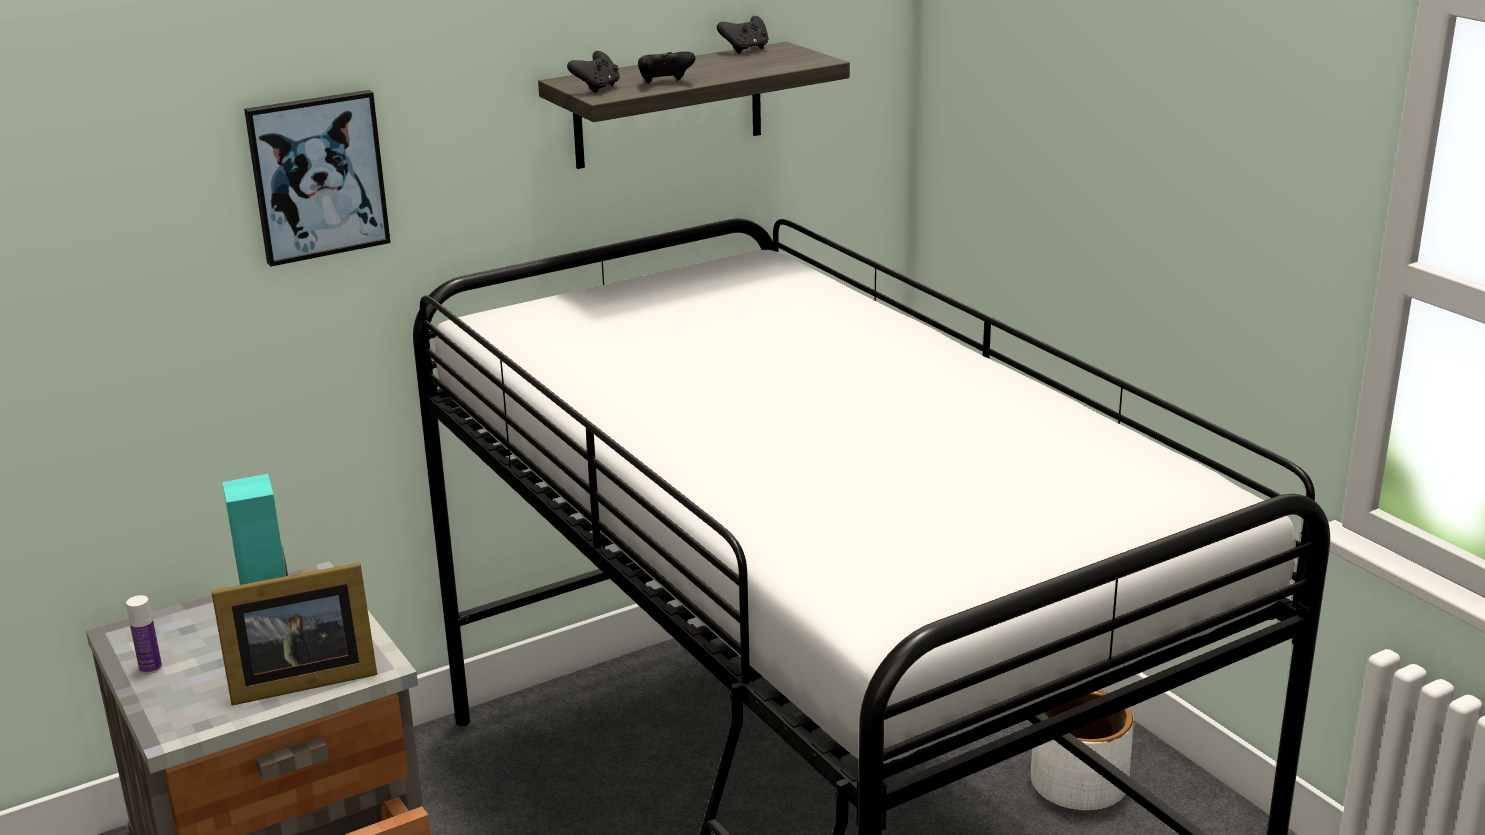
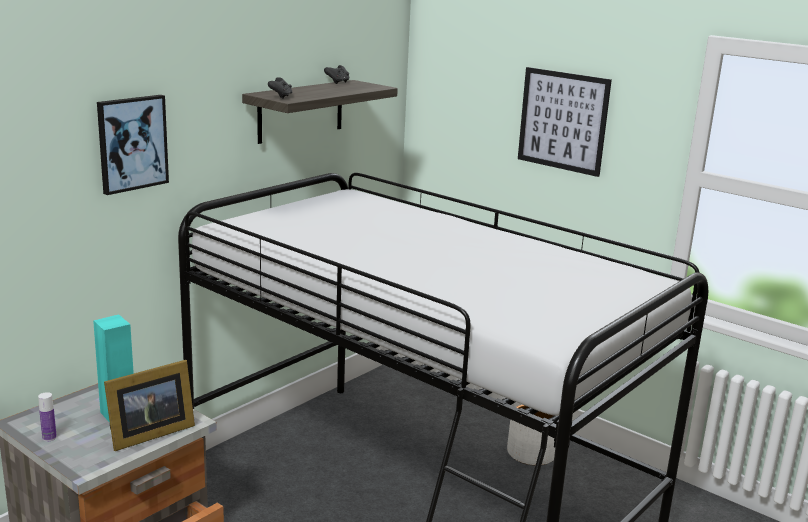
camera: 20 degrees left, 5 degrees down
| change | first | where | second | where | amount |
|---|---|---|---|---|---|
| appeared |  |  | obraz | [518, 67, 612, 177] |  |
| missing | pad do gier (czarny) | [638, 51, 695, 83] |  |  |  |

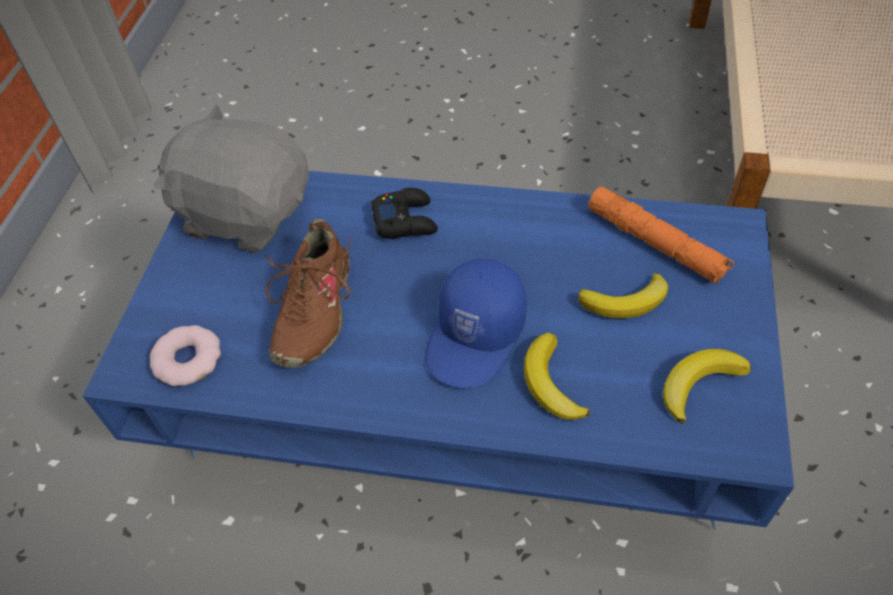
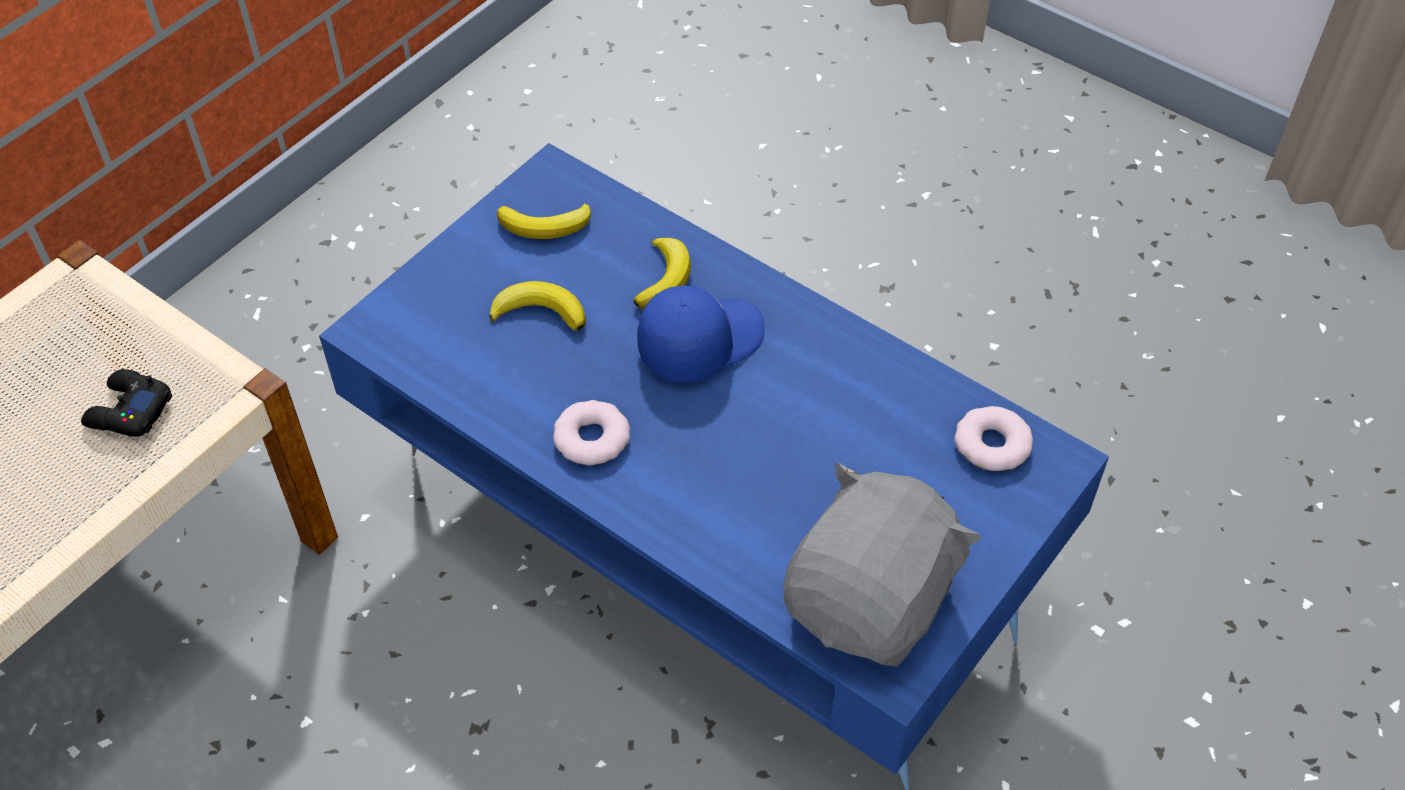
camera: 155 degrees left, 0 degrees up
| change | first | where | second | where | amount |
|---|---|---|---|---|---|
| relocated | pad do gier (czarny) | [371, 188, 438, 239] |  | [81, 369, 172, 437] |  |
| appeared |  |  | donut | [553, 400, 630, 465] |  |
| spun | pluszak (szary) | [154, 104, 309, 253] |  | [784, 463, 981, 667] | 105 degrees counterclockwise |
| missing | but (brązowy) | [265, 219, 352, 368] |  |  |  |
| missing | latarka (pomarańczowy) | [588, 187, 734, 285] |  |  |  |

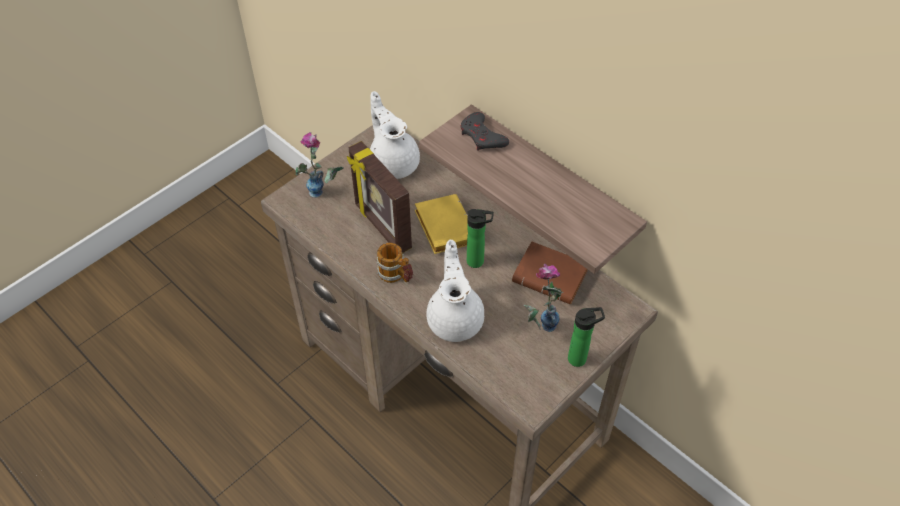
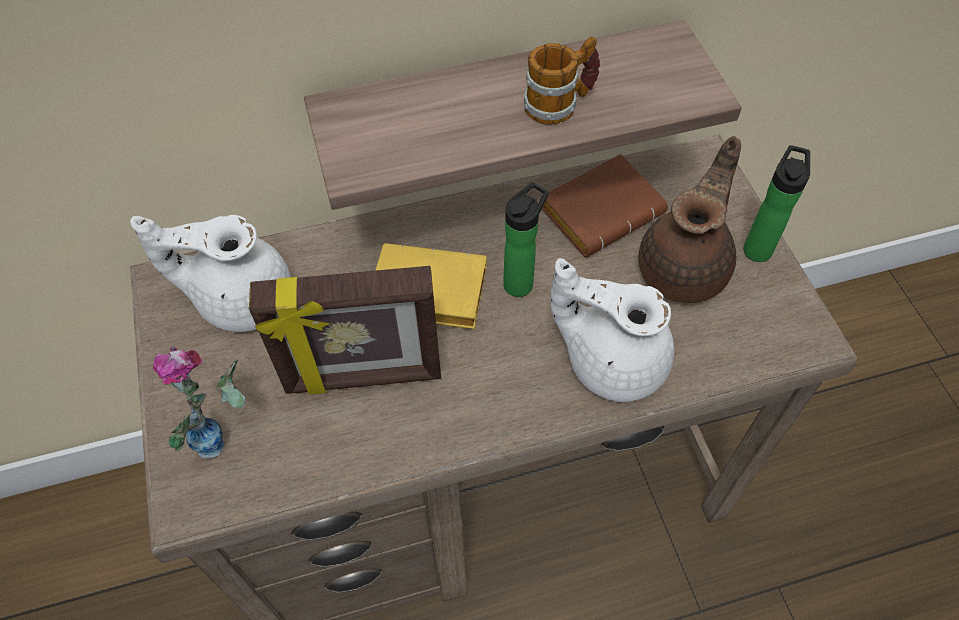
camera: 60 degrees left, 5 degrees up
| change | first | where | second | where | amount |
|---|---|---|---|---|---|
| relocated | kubek | [377, 243, 413, 283] |  | [524, 36, 600, 125] |  |
| exchanged | wazon | [524, 264, 564, 332] | imbryk (brązowy) | [639, 136, 741, 303] |  |
| missing | pad do gier (szary) | [460, 112, 509, 151] |  |  |  |

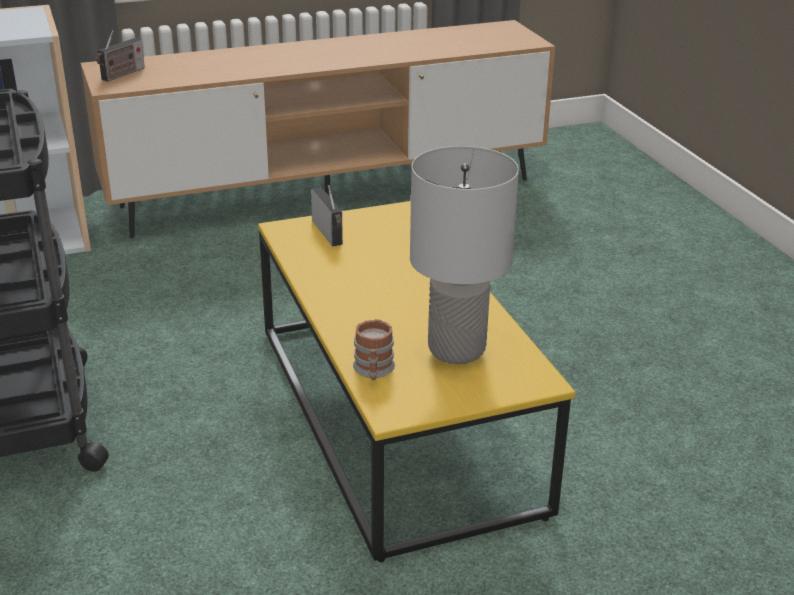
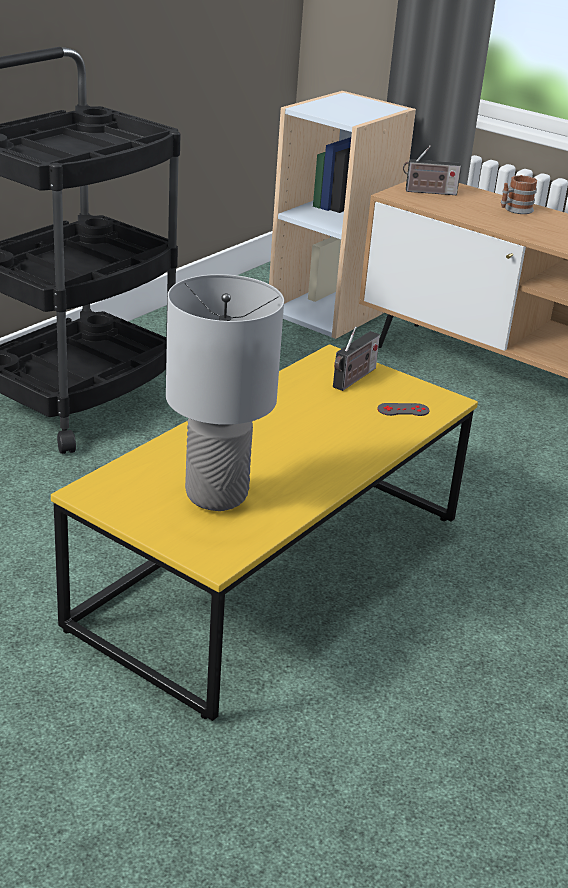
camera: 55 degrees right, 0 degrees up
| change | first | where | second | where | amount |
|---|---|---|---|---|---|
| appeared |  |  | pad do gier (szary) | [377, 403, 430, 416] |  |
| relocated | kubek | [353, 319, 395, 380] |  | [501, 175, 537, 214] |  |

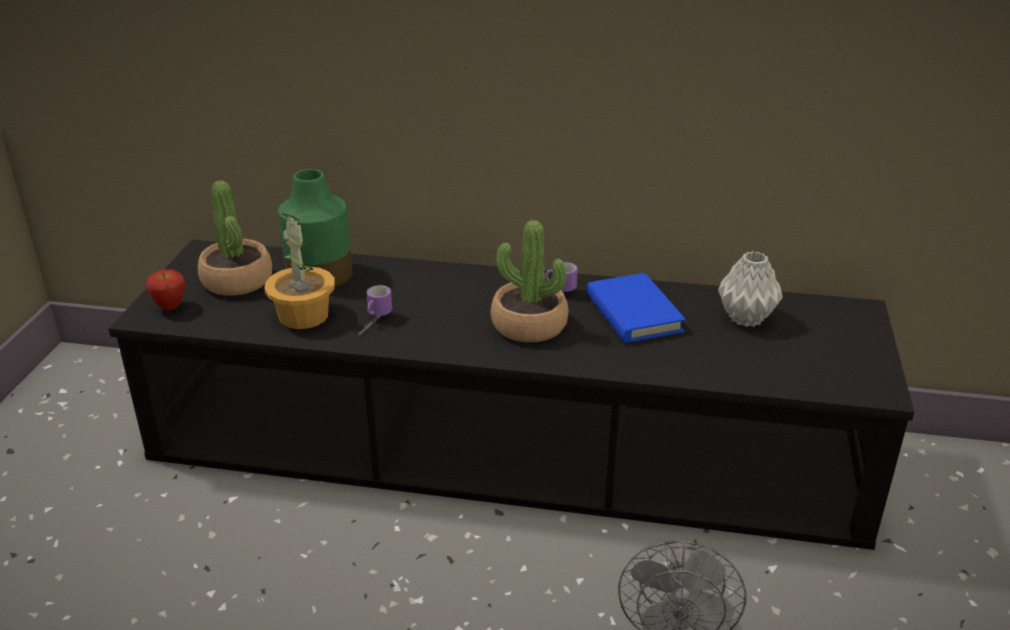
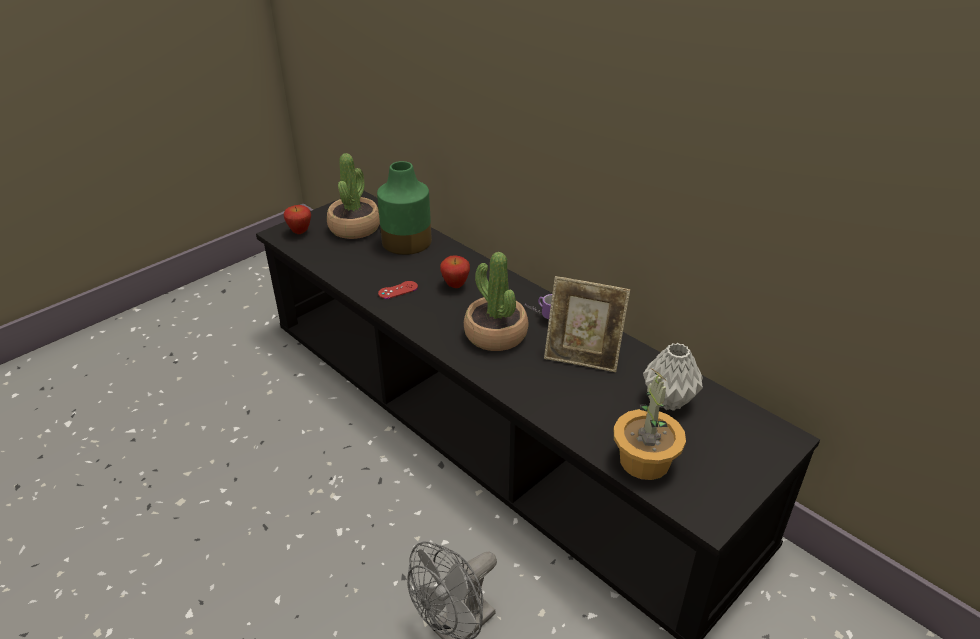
camera: 35 degrees right, 5 degrees up
| change | first | where | second | where | amount |
|---|---|---|---|---|---|
| exchanged | kubek | [360, 285, 392, 335] | pad do gier (czerwony) | [378, 281, 418, 299] |  |
| appeared |  |  | jabłko | [440, 255, 470, 288] |  |
| exchanged | książka (niebieski) | [586, 273, 686, 343] | ramka na zdjęcie | [544, 276, 630, 372] |  |
| relocated | roślina doniczkowa | [264, 213, 335, 329] |  | [614, 369, 686, 480] |  |

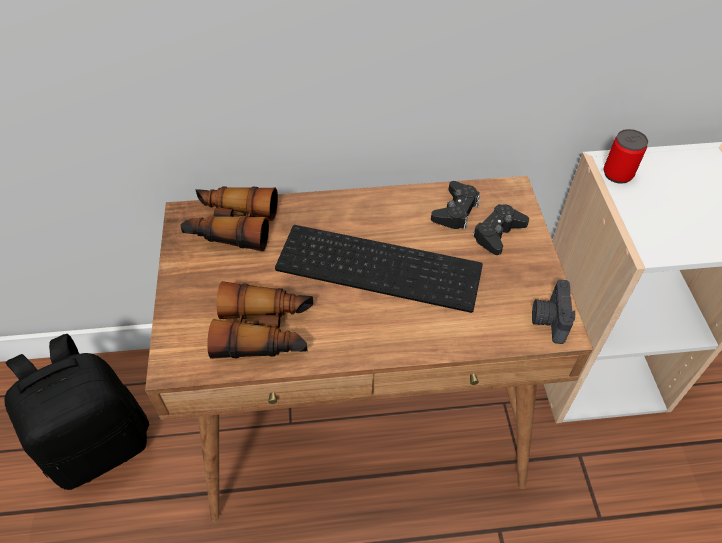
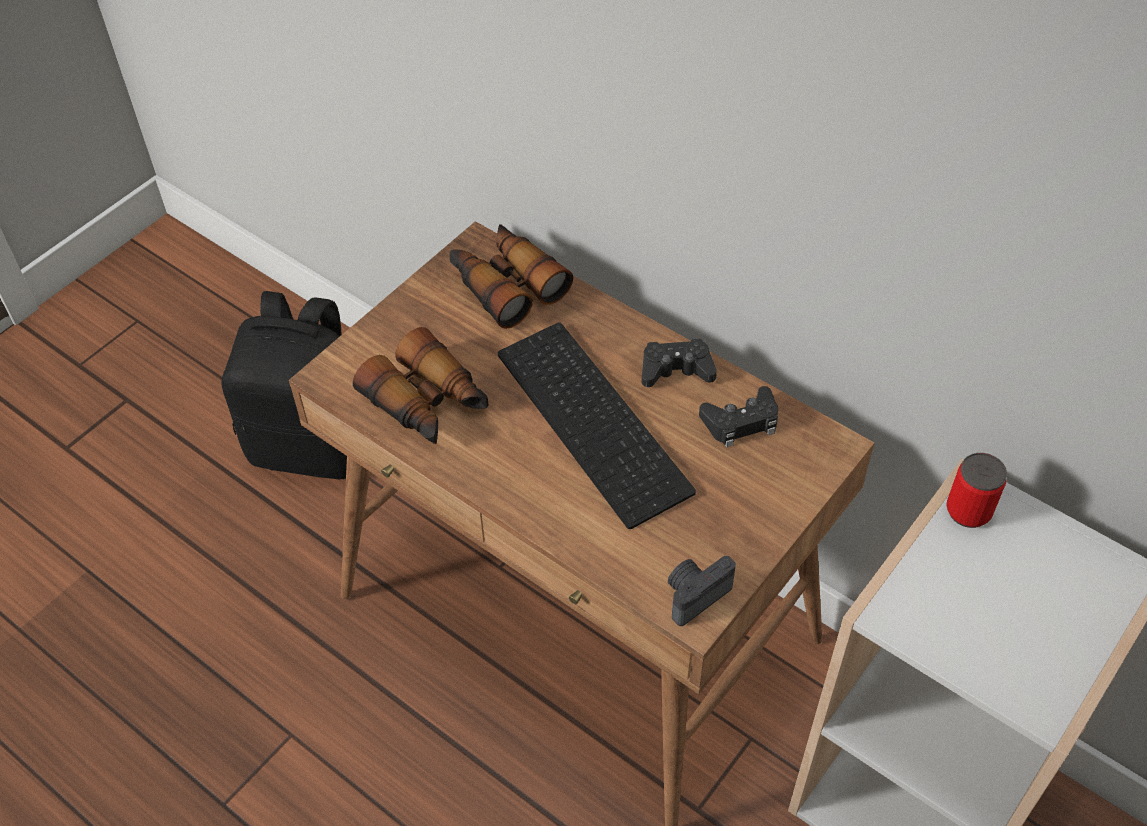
camera: 45 degrees right, 0 degrees up
| change | first | where | second | where | amount |
|---|---|---|---|---|---|
| relocated | pad do gier (czarny) | [473, 204, 529, 255] |  | [642, 339, 717, 387] |  |

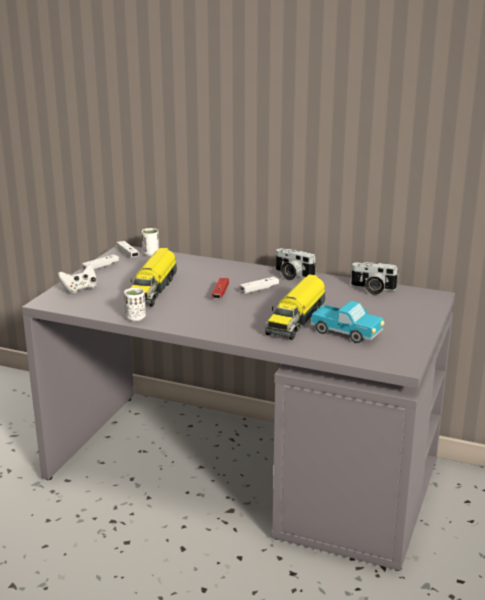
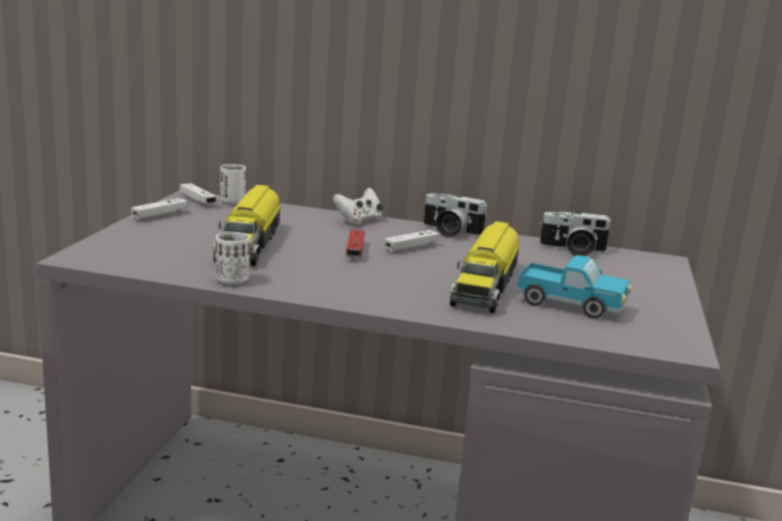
camera: 10 degrees left, 5 degrees down
| change | first | where | second | where | amount |
|---|---|---|---|---|---|
| relocated | pad do gier (biały) | [58, 264, 97, 294] |  | [333, 188, 383, 225] |  |

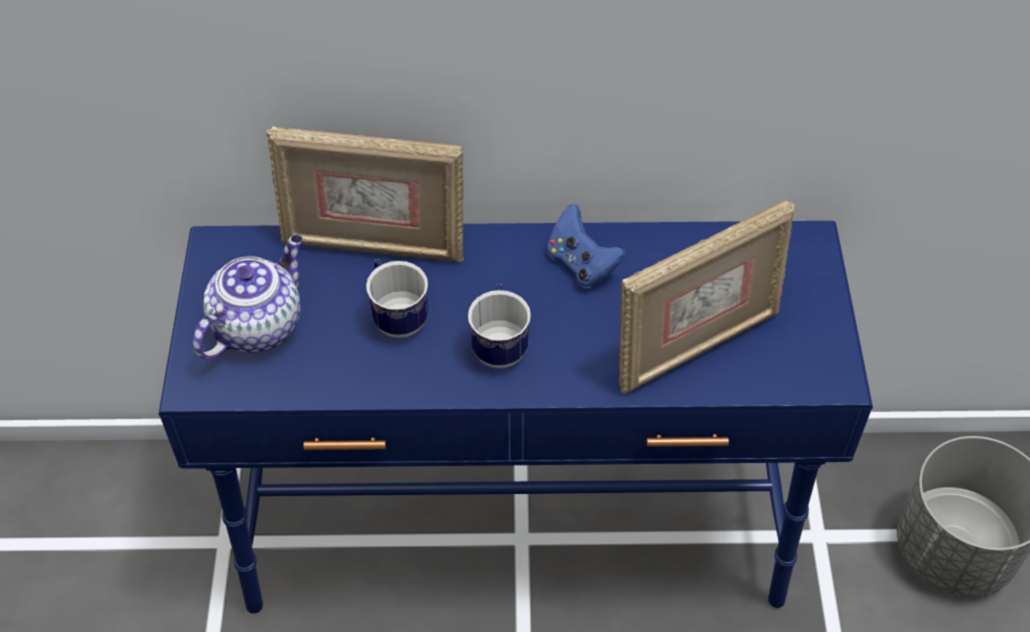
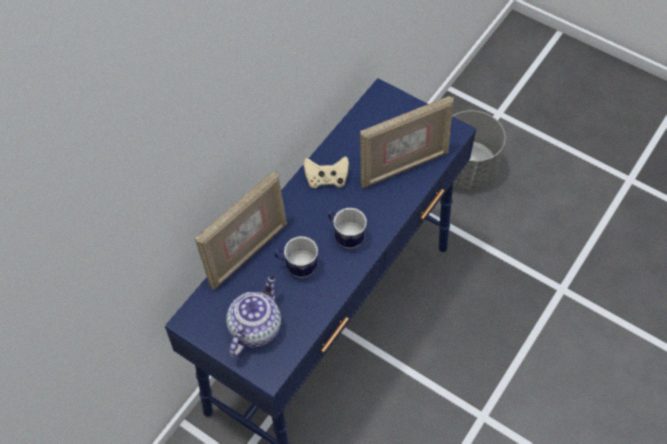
camera: 55 degrees left, 5 degrees up
| change | first | where | second | where | amount |
|---|---|---|---|---|---|
| spun | imbryk | [193, 235, 303, 359] |  | [226, 275, 281, 357] | 45 degrees clockwise |
| colour | pad do gier (niebieski) | [547, 204, 626, 289] | pad do gier (beżowy) | [304, 156, 349, 188] |  |
| spun | ramka na zdjęcie | [619, 200, 795, 394] |  | [360, 96, 454, 188] | 60 degrees clockwise |

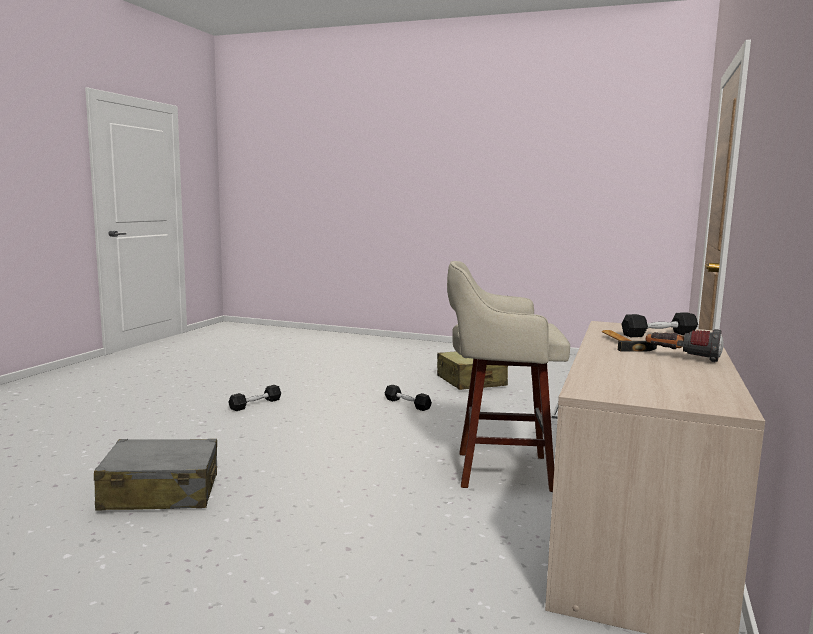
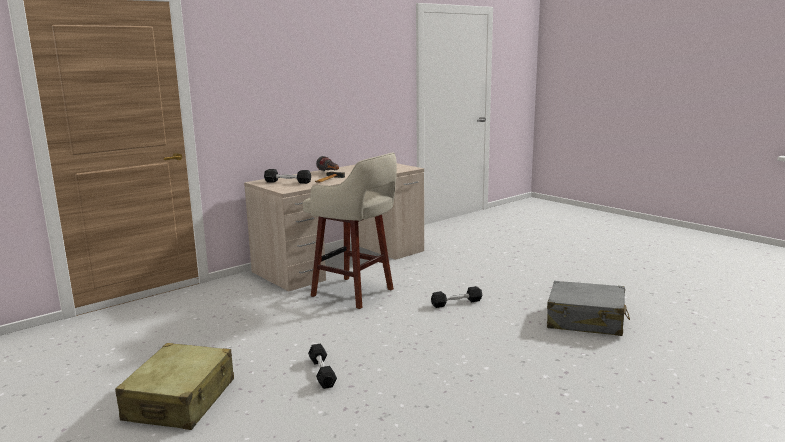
camera: 150 degrees left, 5 degrees up
| change | first | where | second | where | amount |
|---|---|---|---|---|---|
| relocated | hantel (czarny) | [228, 385, 281, 411] |  | [431, 286, 482, 308] |  |

